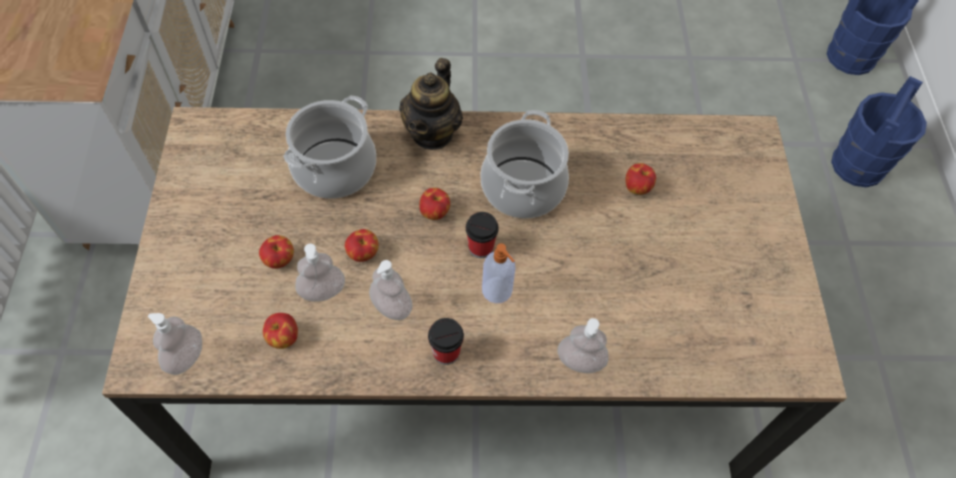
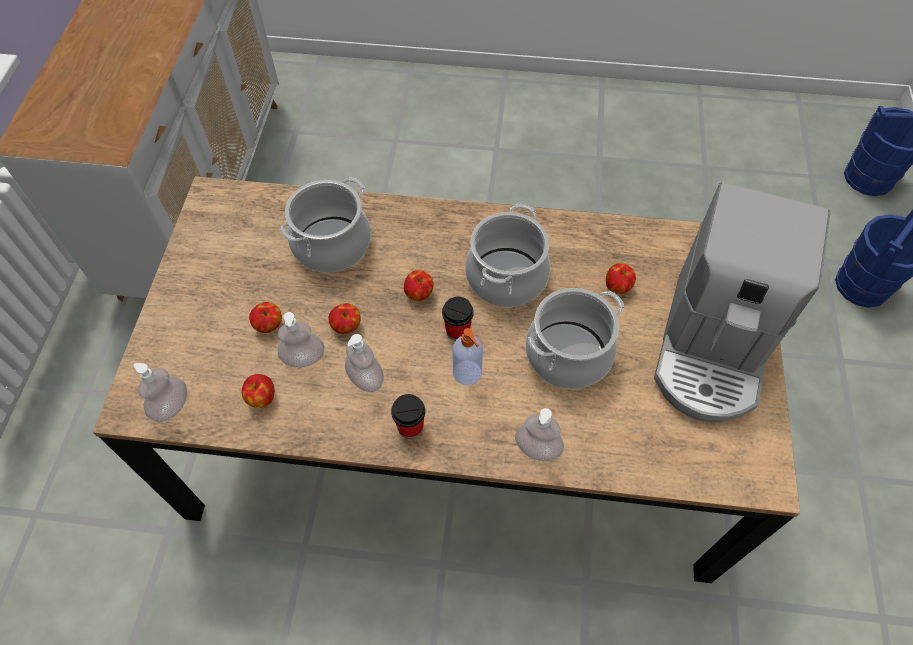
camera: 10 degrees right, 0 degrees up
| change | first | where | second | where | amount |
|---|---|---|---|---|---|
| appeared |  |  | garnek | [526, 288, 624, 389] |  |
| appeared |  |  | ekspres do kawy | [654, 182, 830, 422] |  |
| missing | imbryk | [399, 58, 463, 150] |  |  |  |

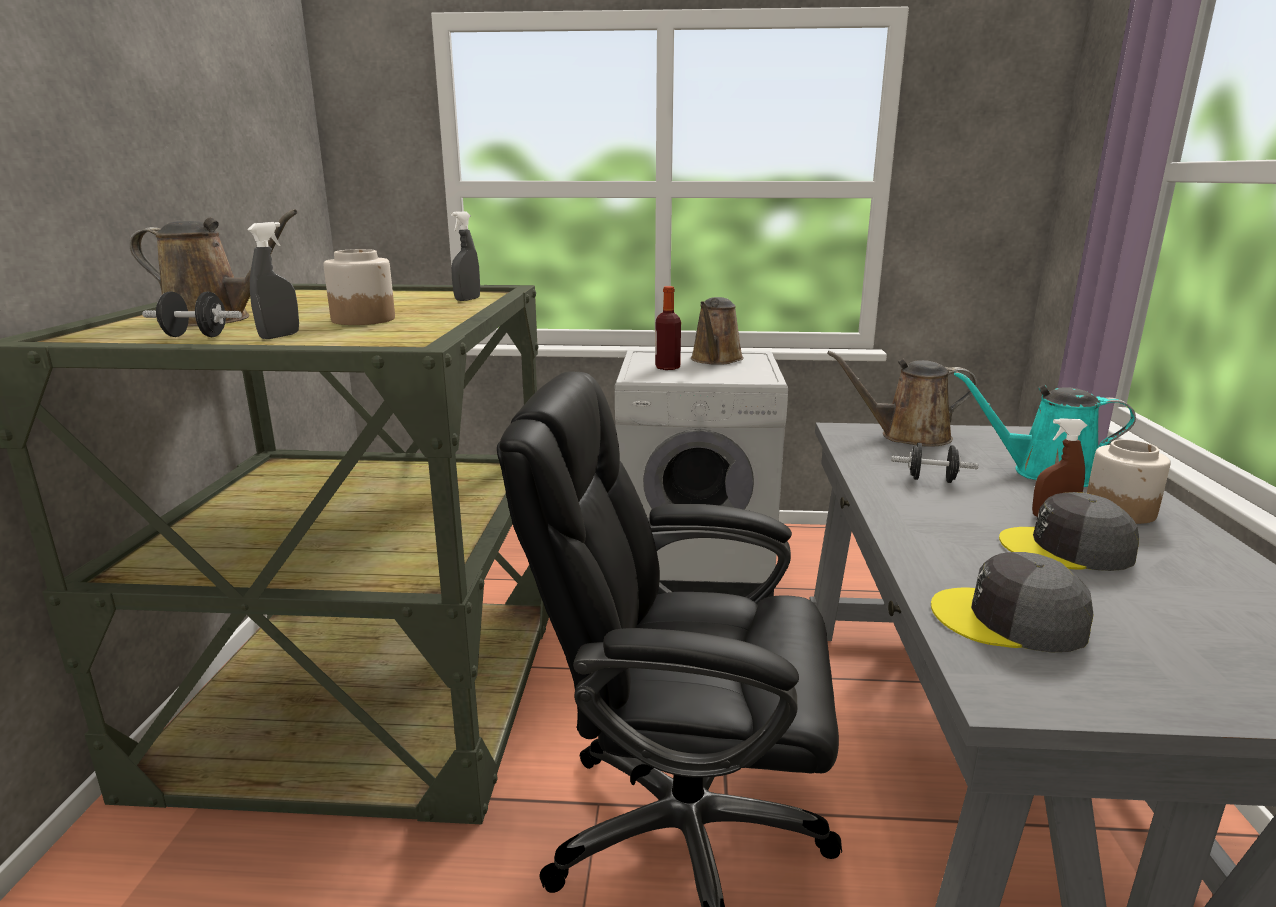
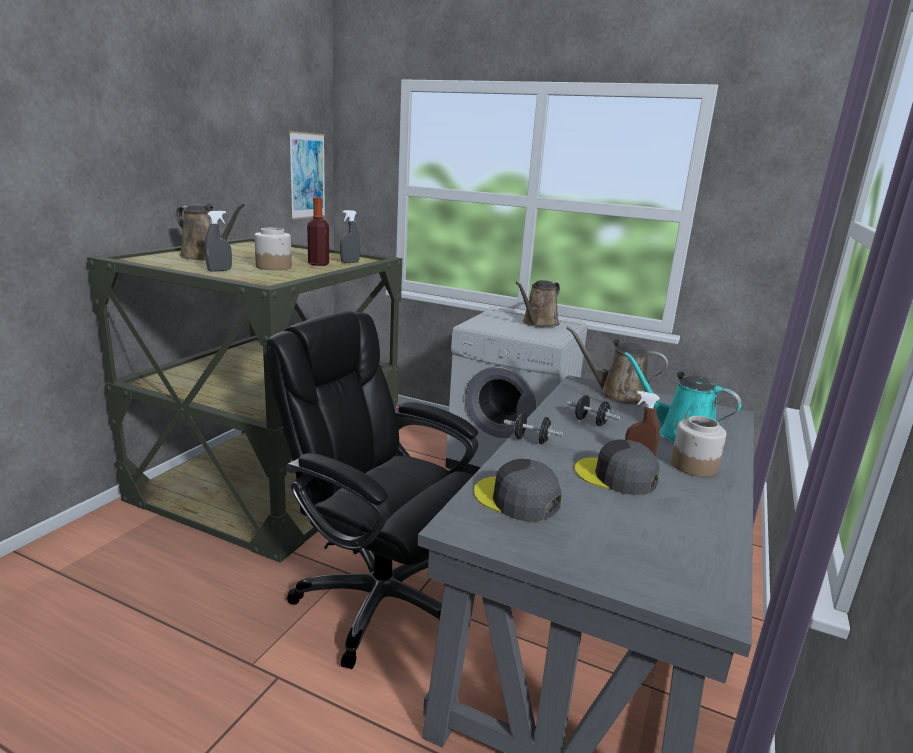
camera: 20 degrees right, 0 degrees up
| change | first | where | second | where | amount |
|---|---|---|---|---|---|
| appeared |  |  | obraz | [289, 131, 326, 219] |  |
| relocated | butelka | [655, 286, 681, 370] |  | [307, 197, 329, 266] |  |
| relocated | hantel (czarny) | [142, 291, 242, 337] |  | [504, 412, 563, 444] |  |

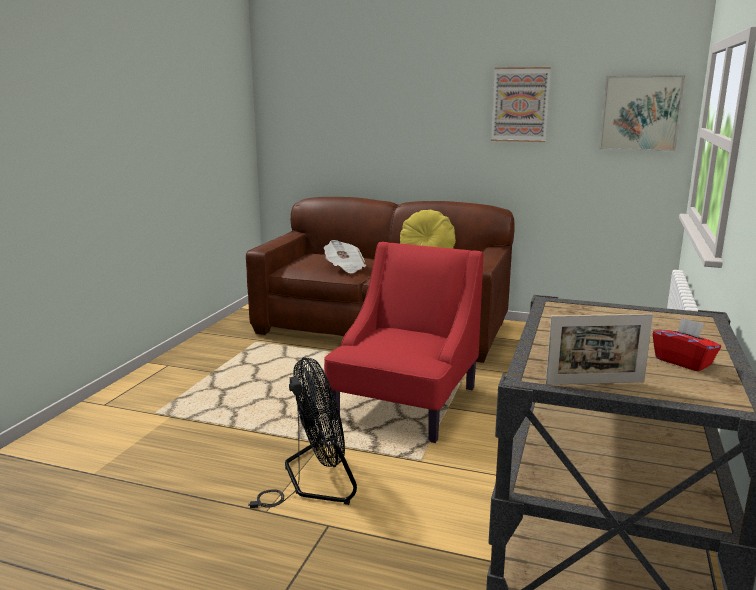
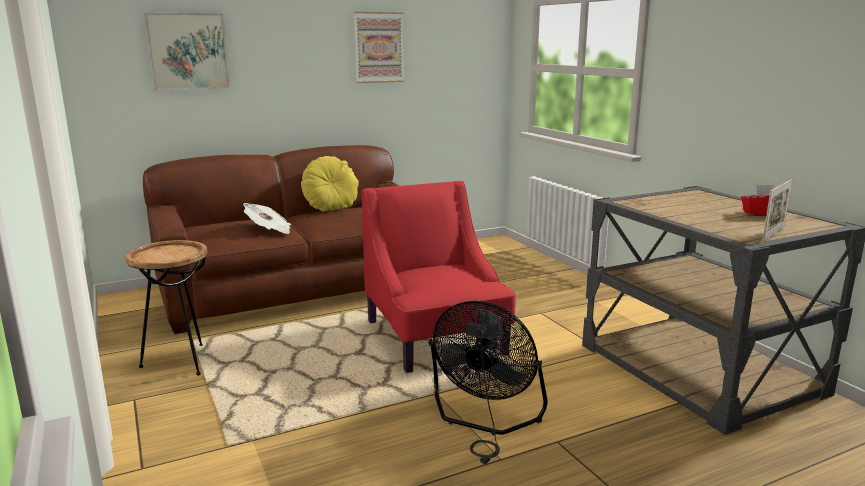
camera: 45 degrees left, 0 degrees up
| change | first | where | second | where | amount |
|---|---|---|---|---|---|
| appeared |  |  | stolik (brązowy) | [125, 240, 207, 376] |  |
| relocated | obraz | [599, 75, 685, 151] |  | [144, 12, 230, 91] |  |

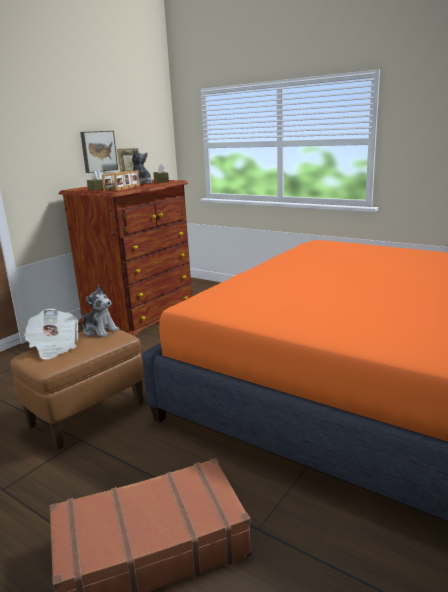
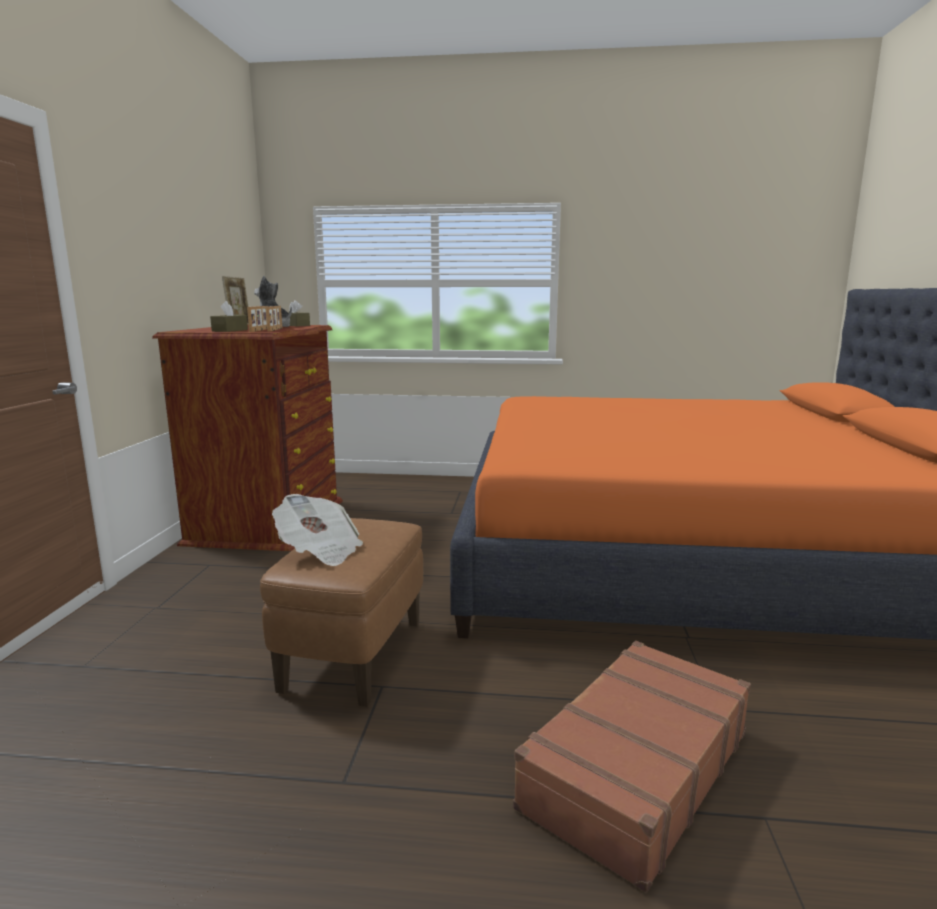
camera: 30 degrees left, 5 degrees down
| change | first | where | second | where | amount |
|---|---|---|---|---|---|
| missing | obraz | [80, 131, 118, 173] |  |  |  |
| missing | pluszak | [80, 285, 119, 337] |  |  |  |

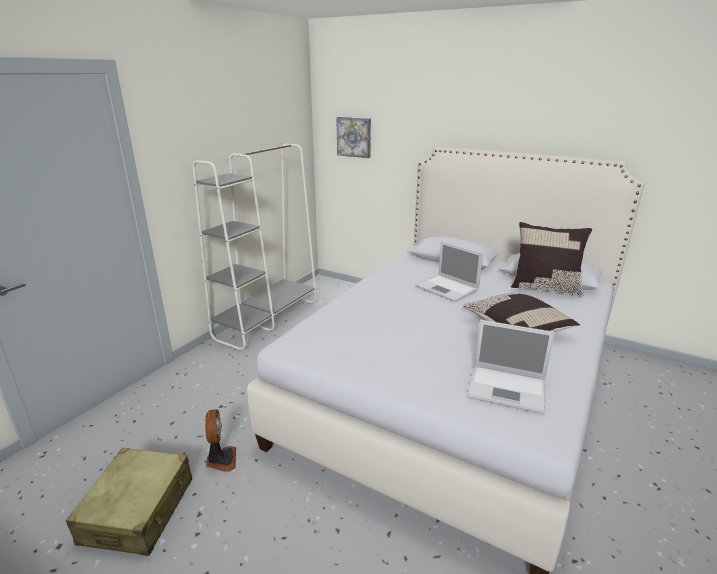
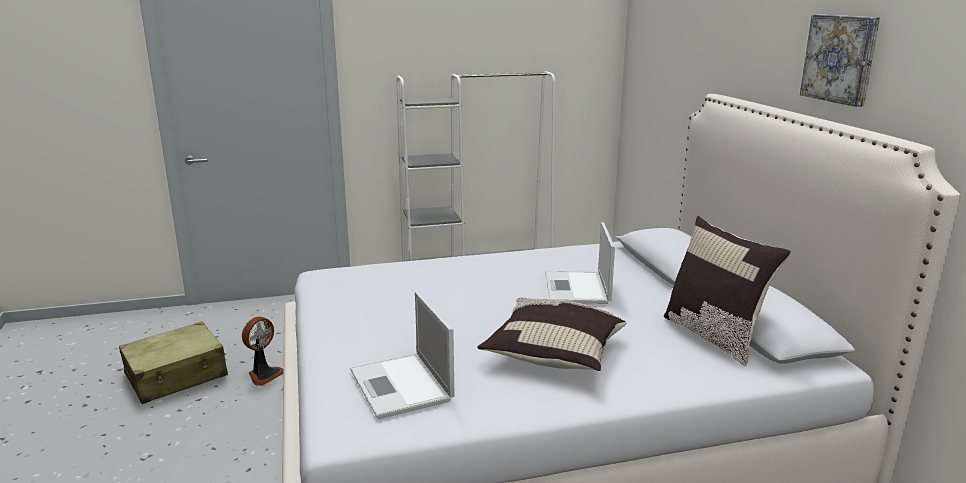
camera: 45 degrees right, 5 degrees down
| change | first | where | second | where | amount |
|---|---|---|---|---|---|
| relocated | obraz | [336, 117, 371, 158] |  | [800, 14, 880, 107] |  |

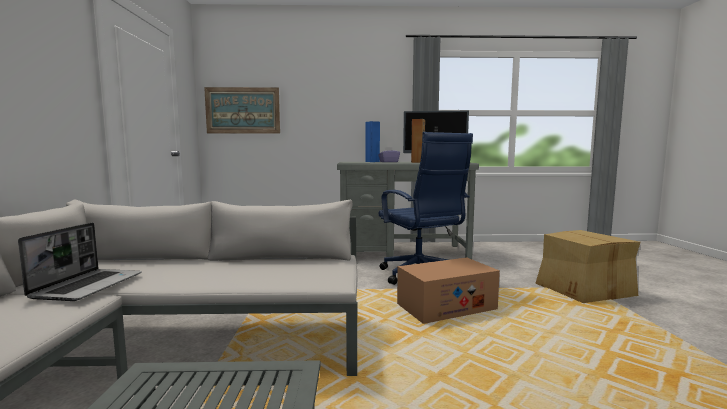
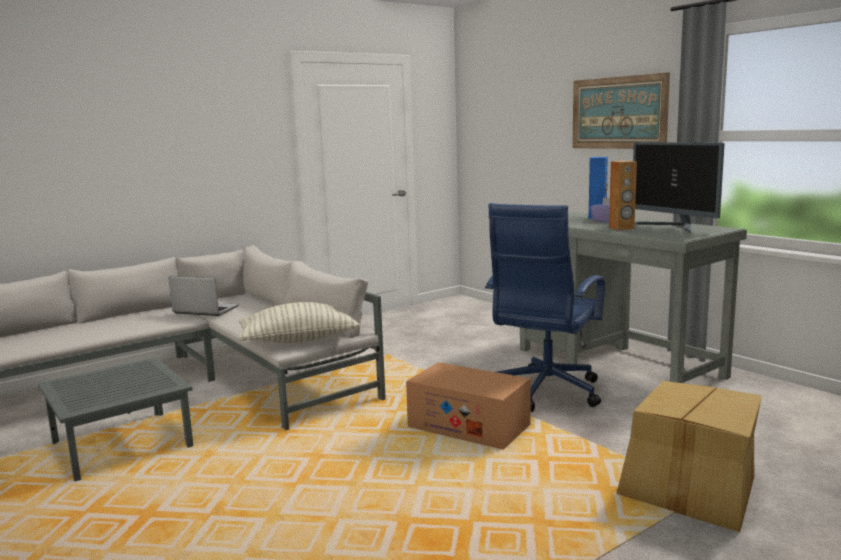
camera: 55 degrees right, 5 degrees up
| change | first | where | second | where | amount |
|---|---|---|---|---|---|
| spun | laptop | [18, 223, 142, 301] |  | [169, 276, 239, 316] | 135 degrees counterclockwise |
| appeared |  |  | poduszka | [238, 302, 361, 343] |  |
| relocated | obraz | [204, 87, 280, 134] |  | [572, 72, 670, 149] |  |

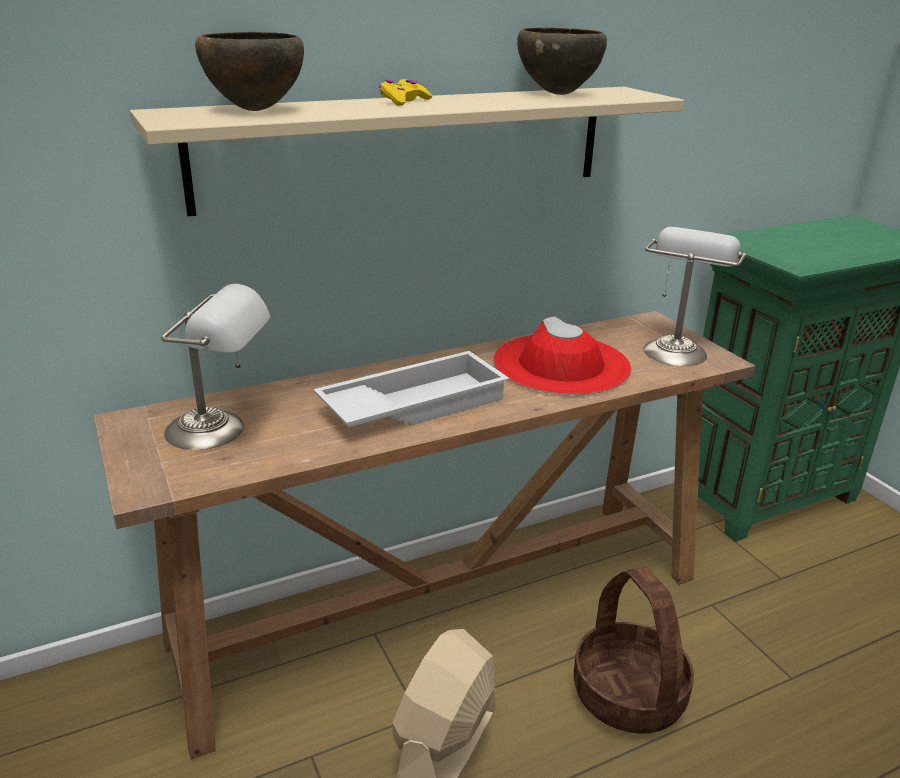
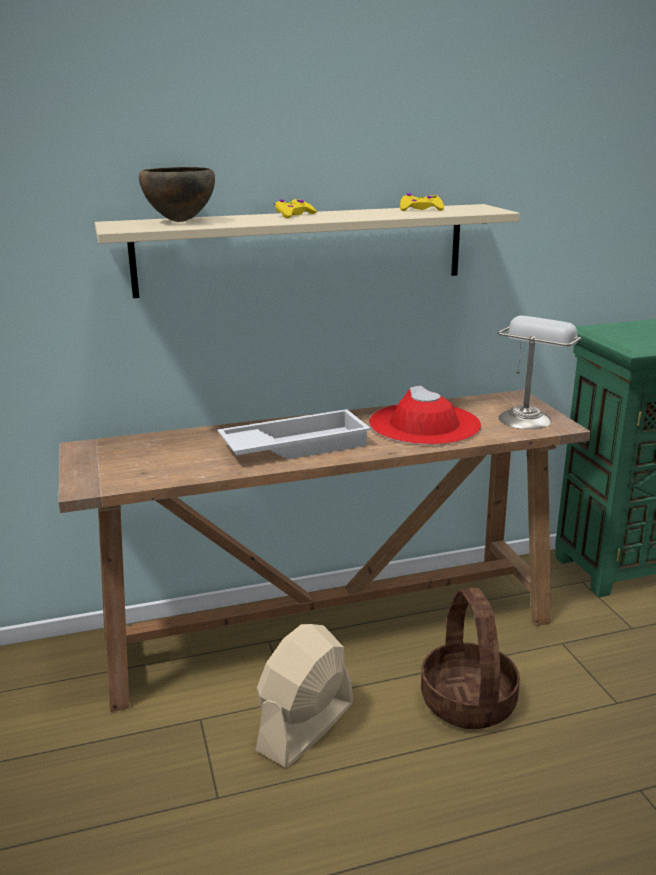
camera: 10 degrees right, 5 degrees down
| change | first | where | second | where | amount |
|---|---|---|---|---|---|
| exchanged | miska (brązowy) | [517, 28, 607, 95] | pad do gier (żółty) | [400, 193, 444, 211] |  |
| missing | lampa stołowa (biały) | [161, 284, 270, 450] |  |  |  |

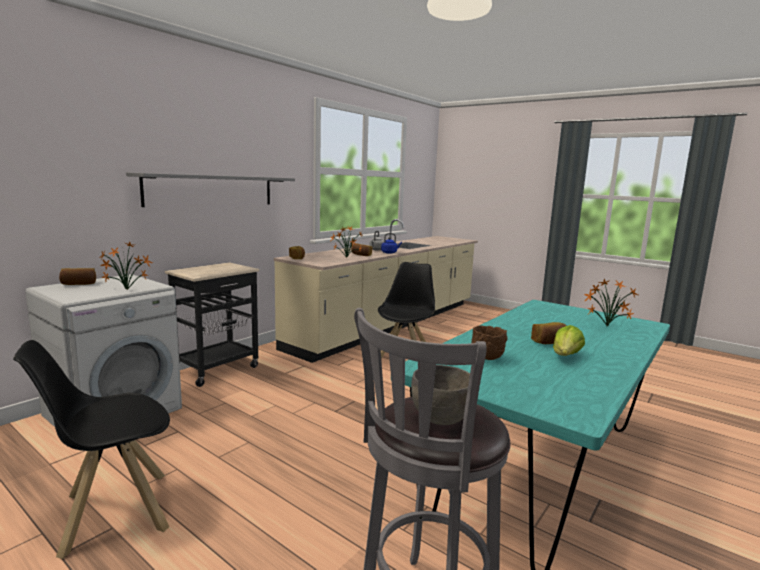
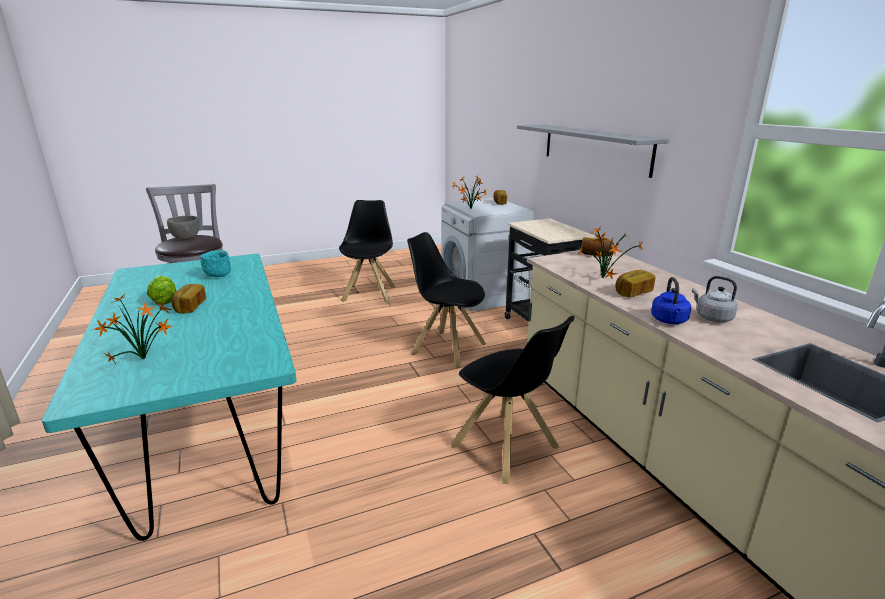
camera: 120 degrees right, 10 degrees up
| change | first | where | second | where | amount |
|---|---|---|---|---|---|
| colour | miska (brązowy) | [471, 325, 508, 360] | miska (turkusowy) | [200, 250, 231, 277] |  |
| appeared |  |  | krzesło (czarny) | [407, 232, 486, 368] |  |

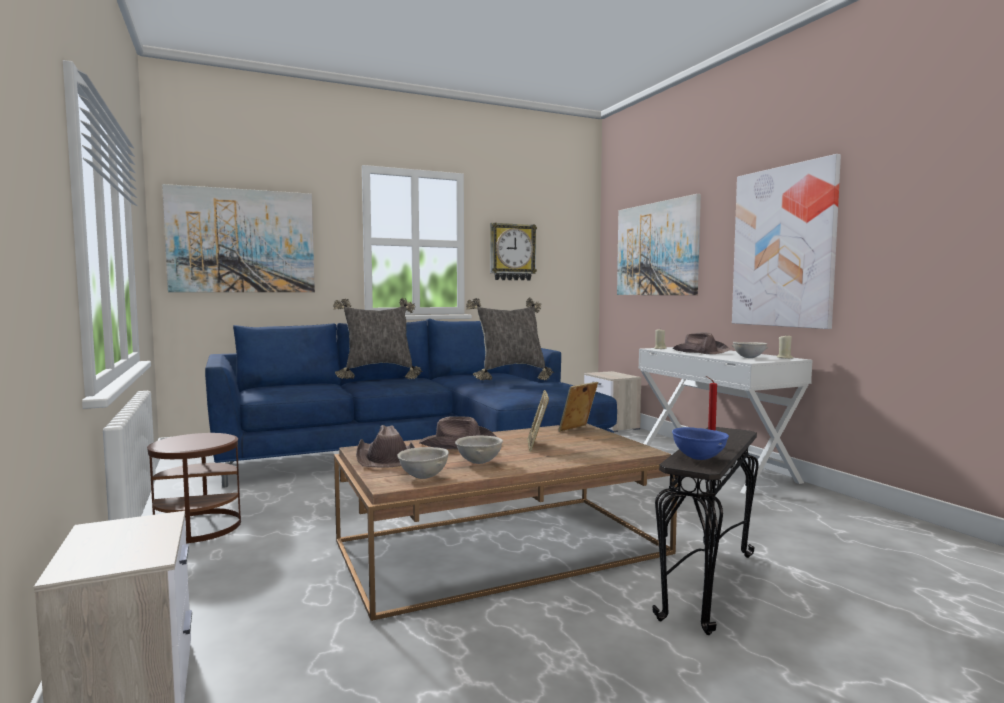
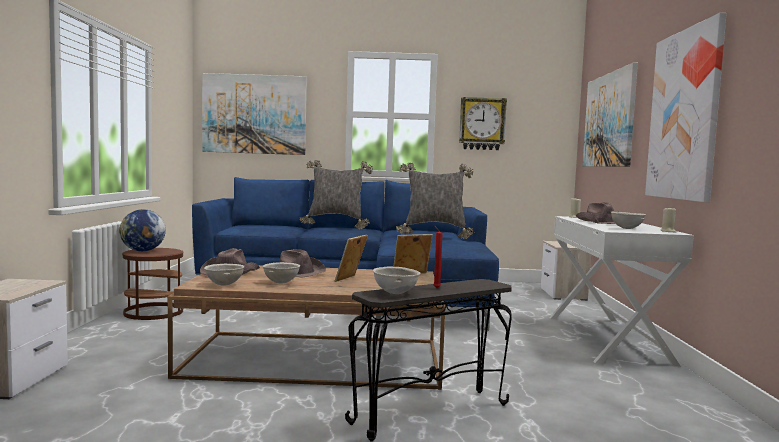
camera: 25 degrees right, 0 degrees up
| change | first | where | second | where | amount |
|---|---|---|---|---|---|
| appeared |  |  | globus | [119, 209, 166, 251] |  |
| colour | miska (niebieski) | [672, 427, 729, 460] | miska (szary) | [373, 266, 421, 294] |  |

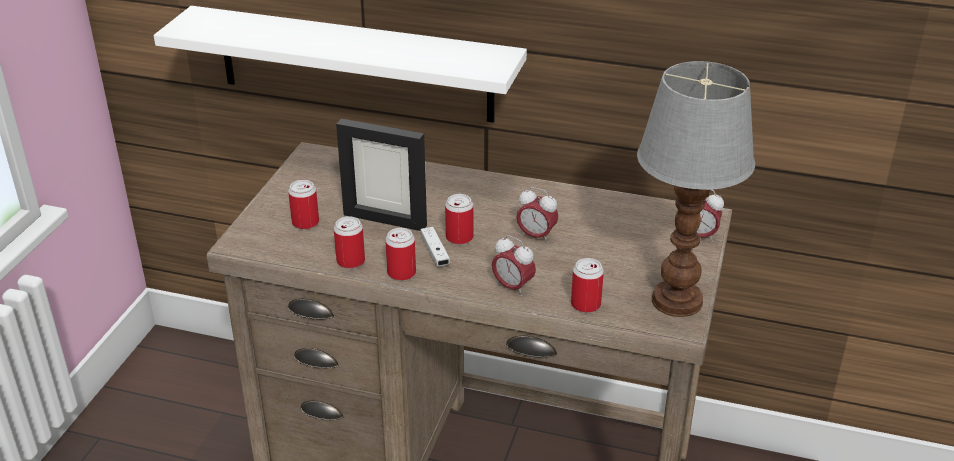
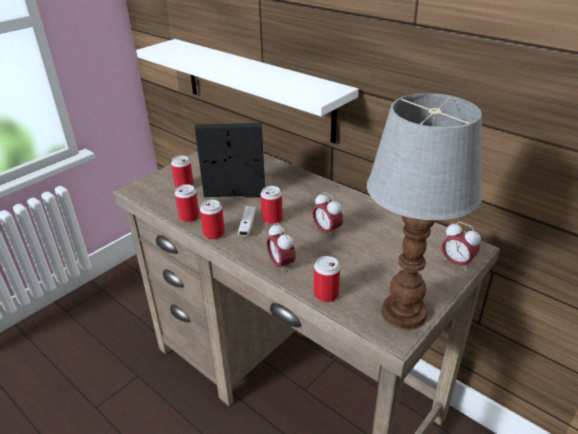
camera: 25 degrees right, 0 degrees up
| change | first | where | second | where | amount |
|---|---|---|---|---|---|
| spun | ramka na zdjęcie | [336, 119, 427, 231] |  | [195, 123, 265, 197] | 135 degrees clockwise |

